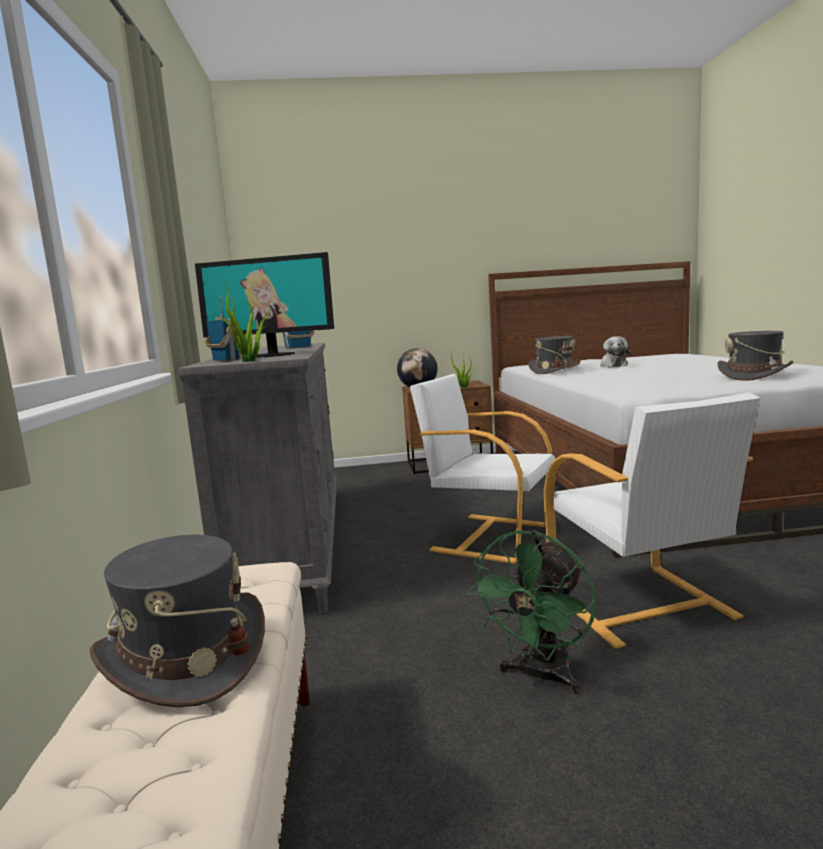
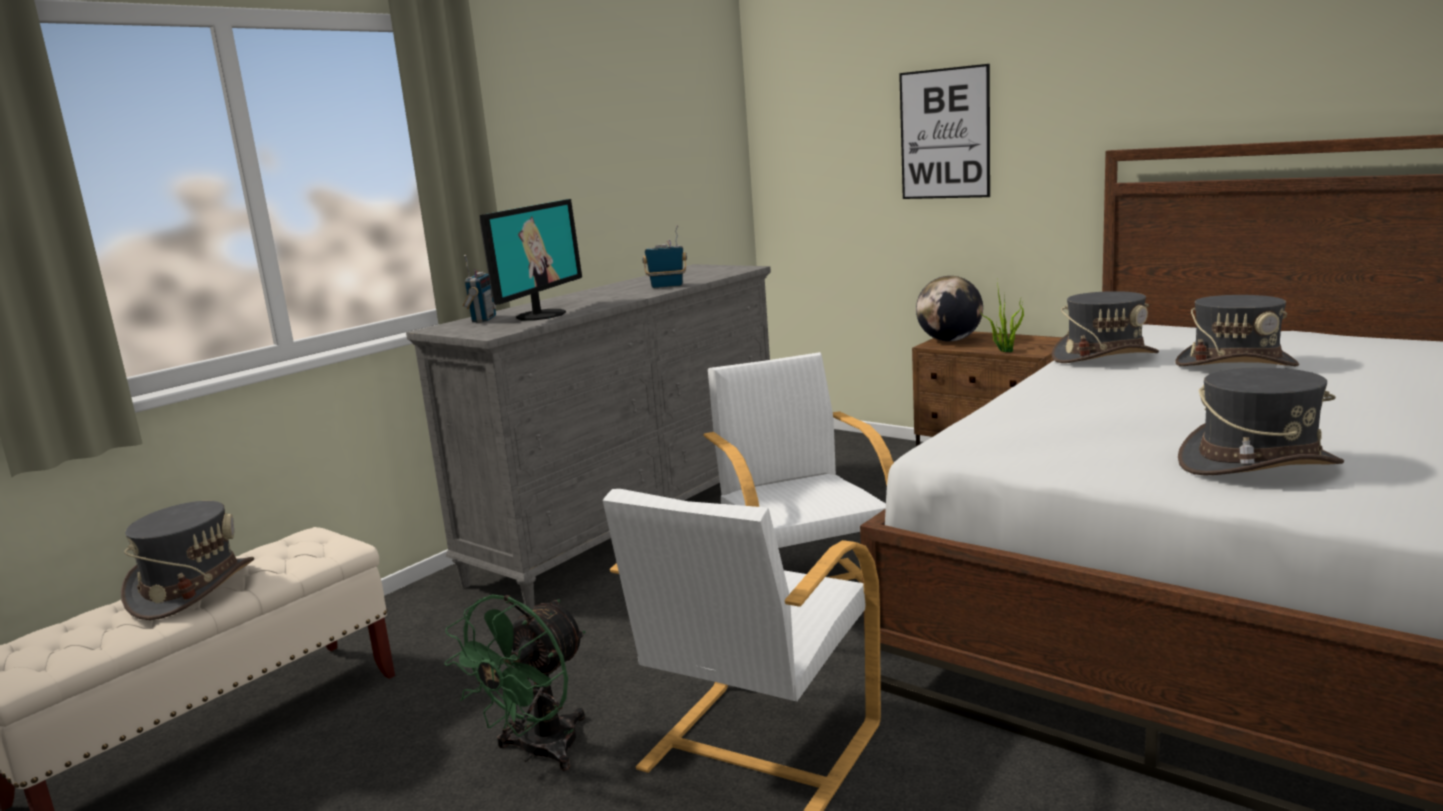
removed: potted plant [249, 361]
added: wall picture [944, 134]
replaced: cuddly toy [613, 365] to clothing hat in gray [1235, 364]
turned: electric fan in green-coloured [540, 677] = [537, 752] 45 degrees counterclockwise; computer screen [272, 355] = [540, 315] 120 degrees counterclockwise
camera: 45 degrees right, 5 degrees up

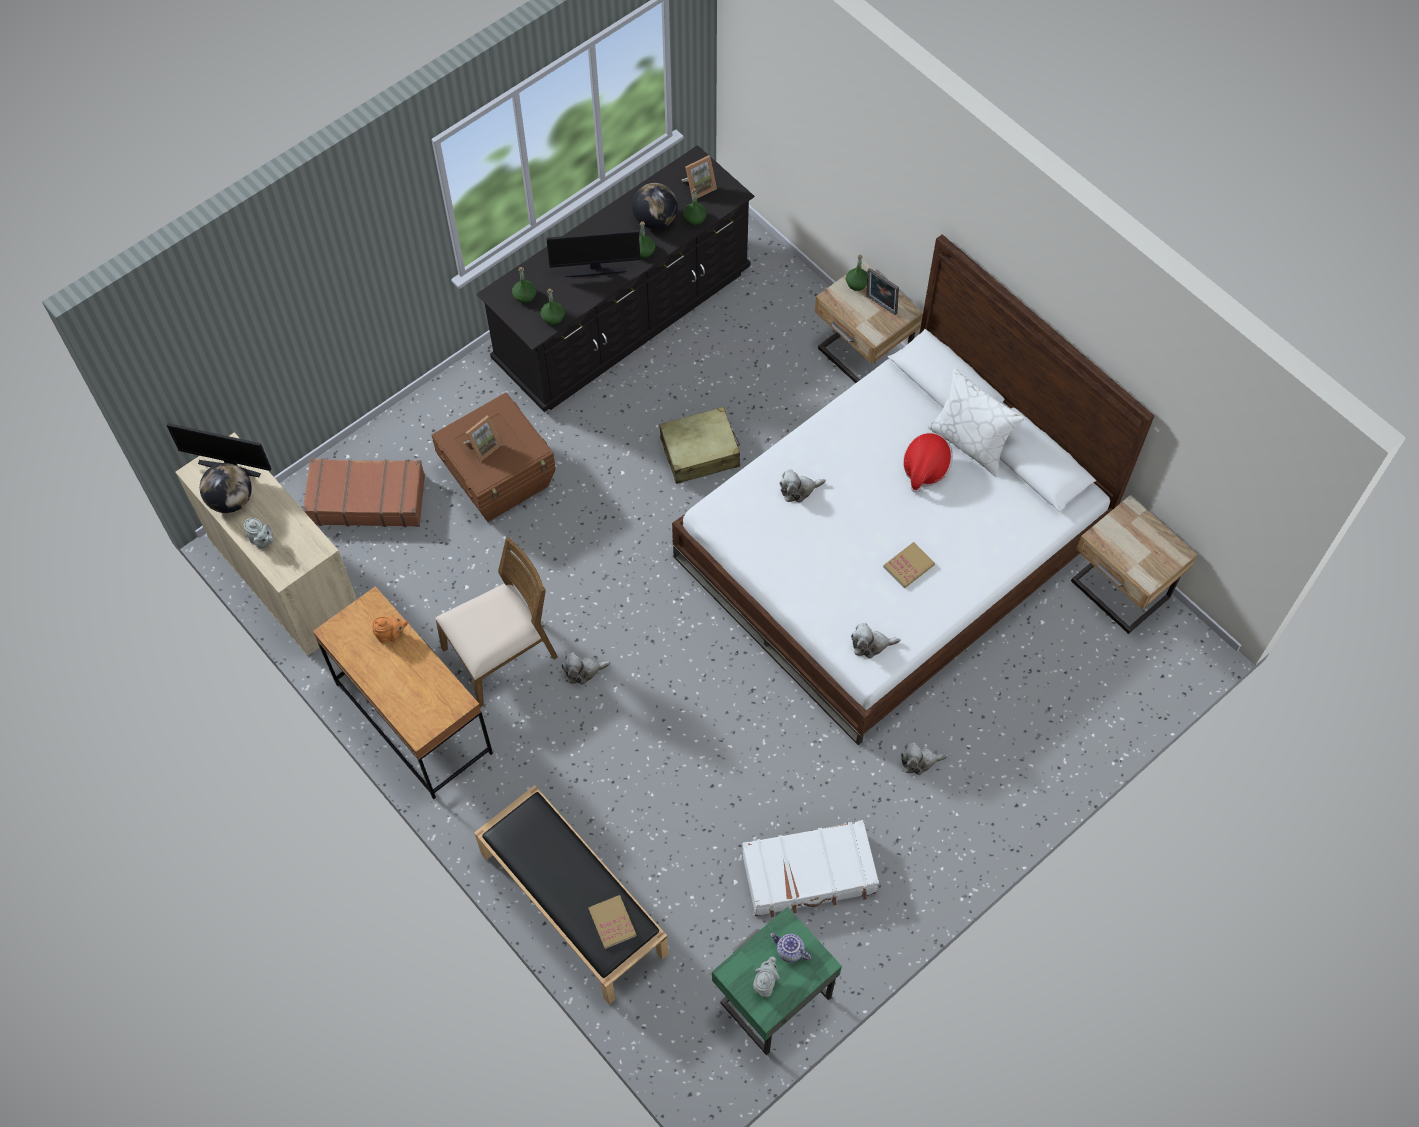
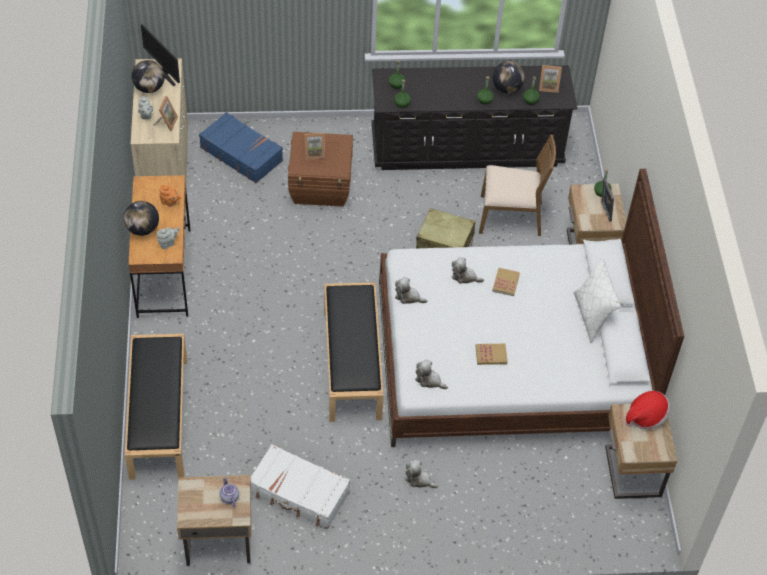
removed: computer screen [595, 271]
added: desk globe [142, 229]; photo frame [166, 122]; bench in black-coloured [352, 364]
moved: pot for tea in gray [765, 983] to [168, 243]; cuddly toy [583, 671] to [408, 297]; chair in brown [501, 654] to [511, 216]; bound book [612, 922] to [506, 283]; clothing hat [925, 468] to [646, 417]
recoloured: bedside table in green-coloured [772, 998] to bedside table in beige-coloured [218, 540]; piece of luggage in brown [366, 499] to piece of luggage in bluish [241, 154]
camera: 35 degrees right, 10 degrees down

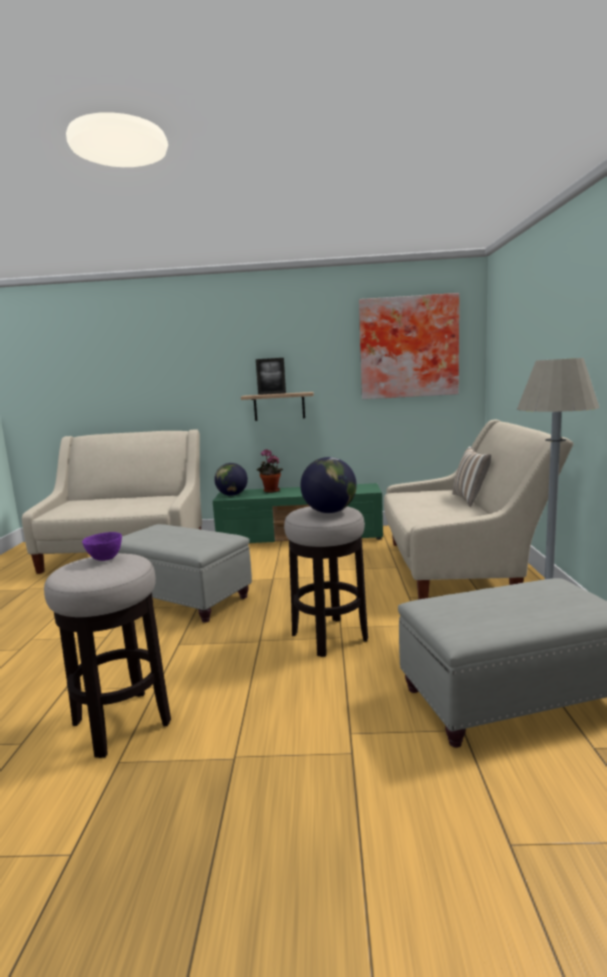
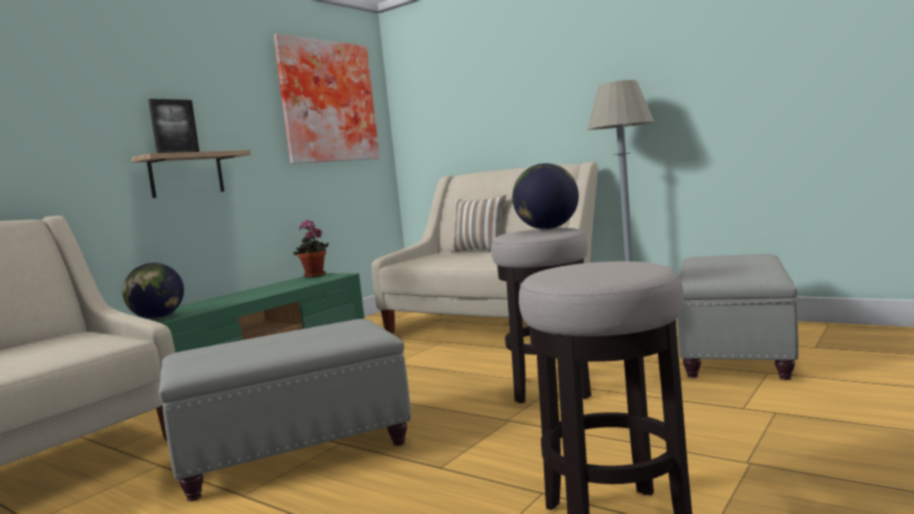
removed: deep dish in purple [106, 559]
moved: potted plant [270, 491] to [314, 276]
camera: 55 degrees left, 5 degrees down

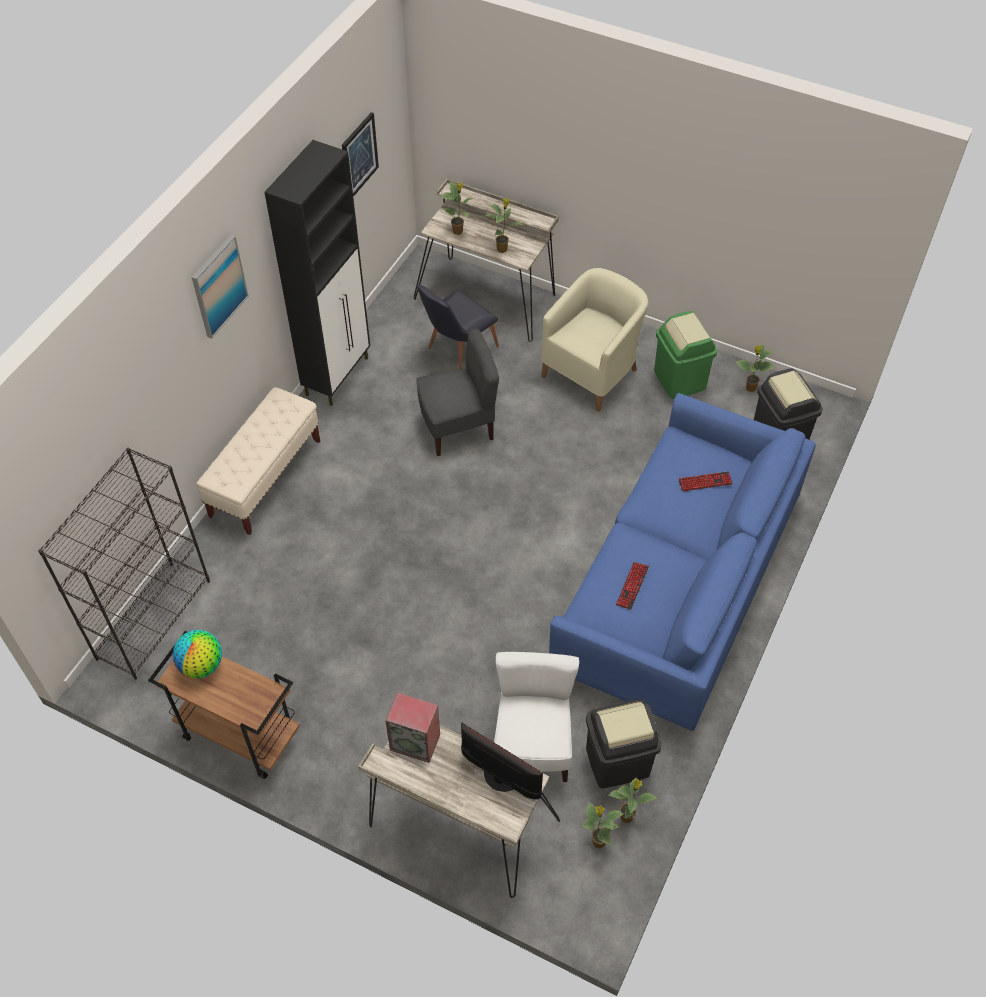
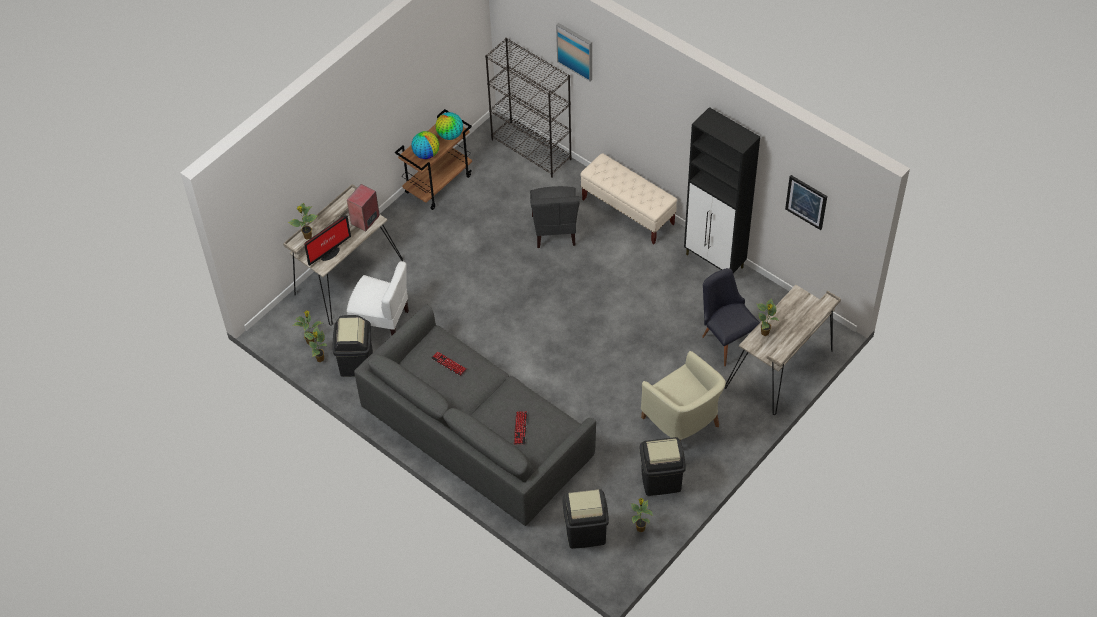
added: desk globe [426, 154]
moved: potted plant [458, 231] to [307, 236]; chair in gray [457, 427] to [555, 230]; wall picture [219, 286] to [575, 51]
recoloured: sofa in bluish [679, 578] to sofa in gray [476, 430]; trash can in green-coloured [680, 379] to trash can in black-coloured [661, 480]
camera: 105 degrees right, 0 degrees up

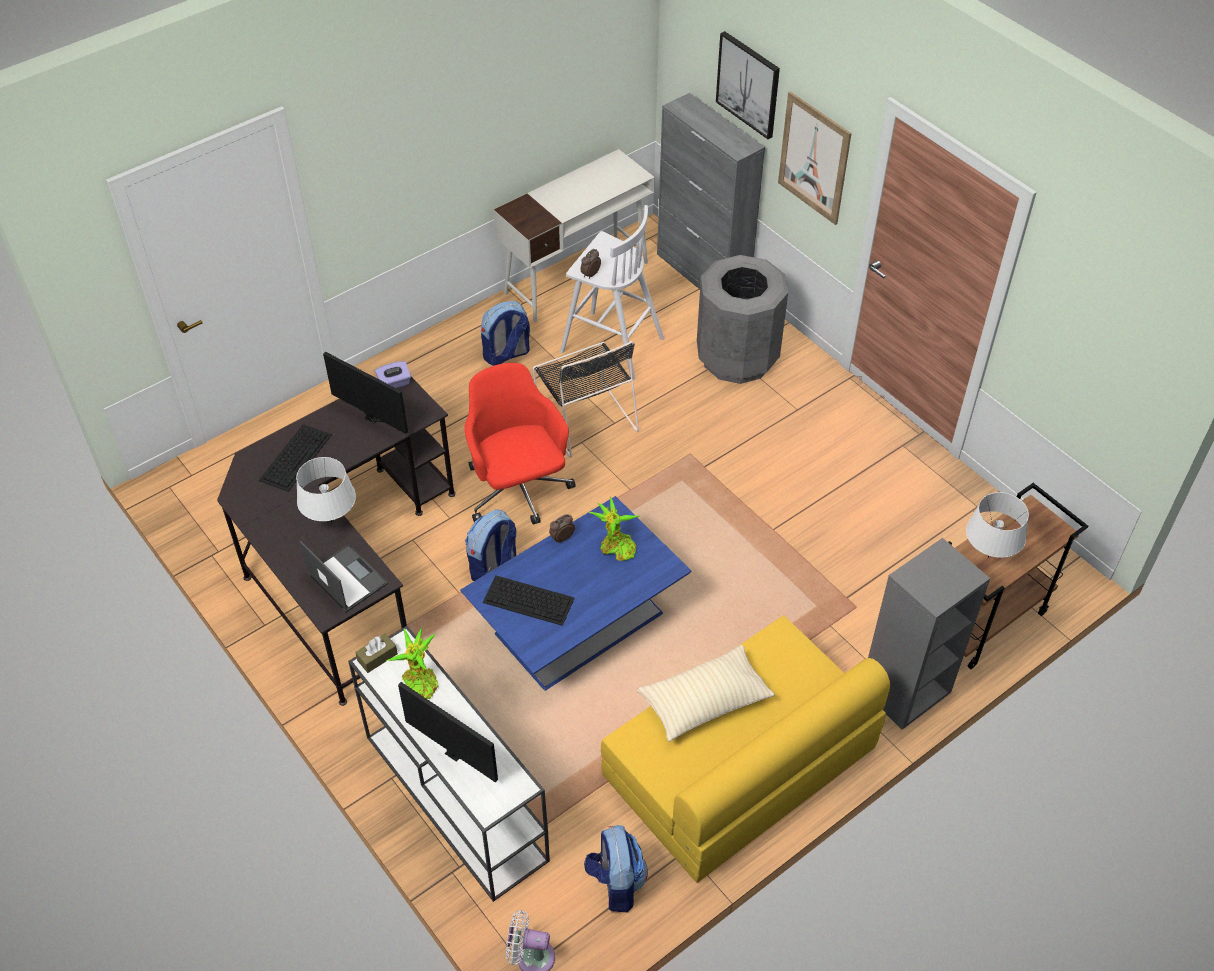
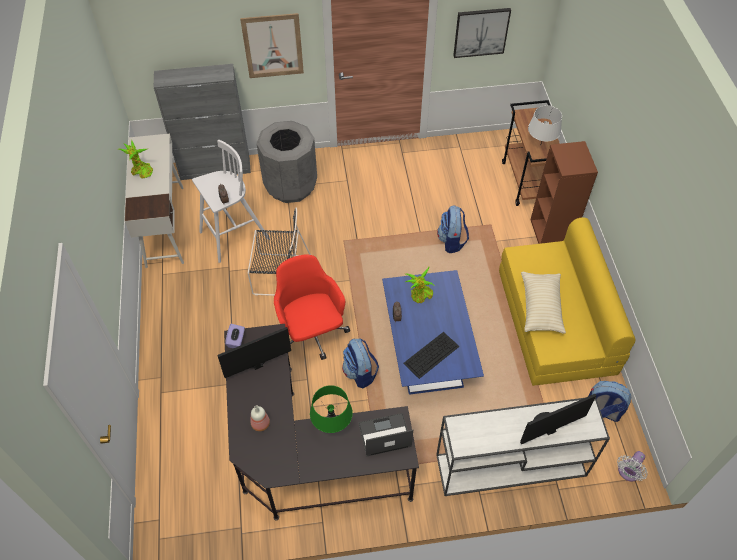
removed: box of tissues in brown [377, 657]
moved: potted plant [419, 683] to [141, 171]; knapsack [506, 355] to [451, 241]; wall picture [748, 84] to [481, 32]
replaced: keyboard [295, 456] to beverage bottle [260, 423]
recoloured: lamp for a table in white-coloured [332, 522] to lamp for a table in green-coloured [332, 424]; bookshelf in gray [905, 692] to bookshelf in brown [551, 233]
turned: computer chair in red-coloured [518, 491] = [311, 334] 60 degrees clockwise
camera: 60 degrees left, 5 degrees up

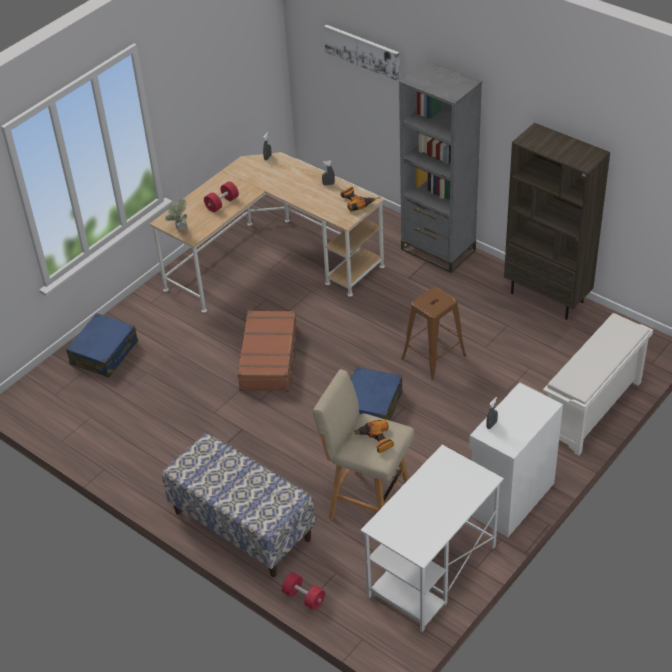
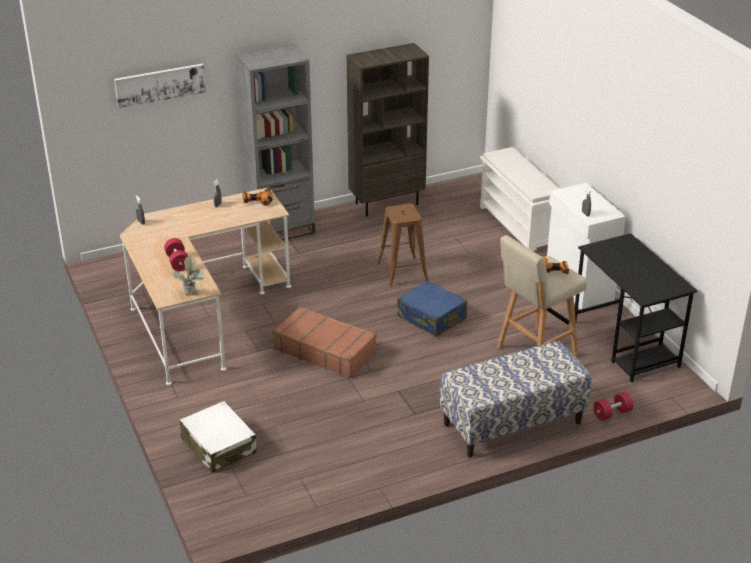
recoloured: piece of luggage in bluish [104, 353] to piece of luggage in white-coloured [218, 446]; desk unit in white-coloured [431, 572] to desk unit in black-coloured [626, 345]
camera: 65 degrees left, 10 degrees down

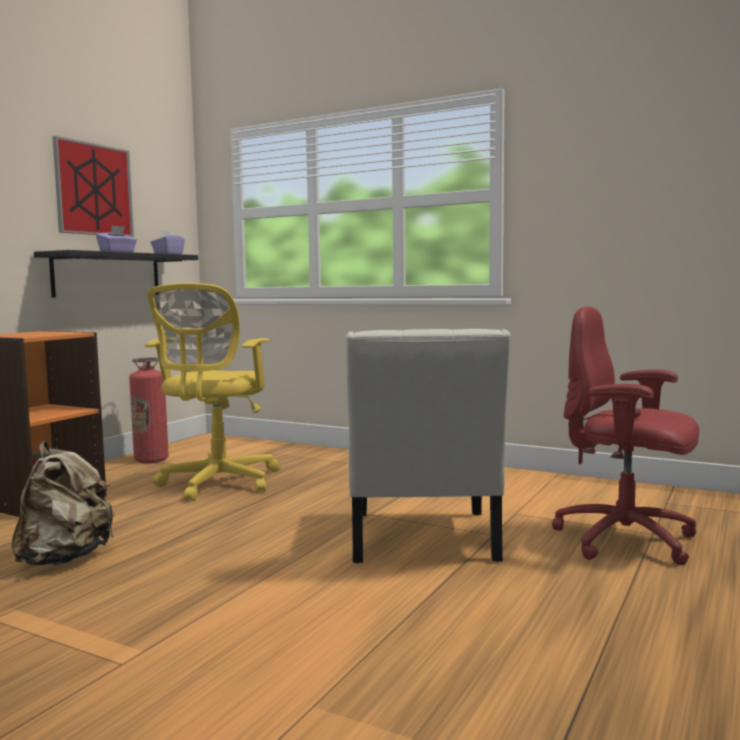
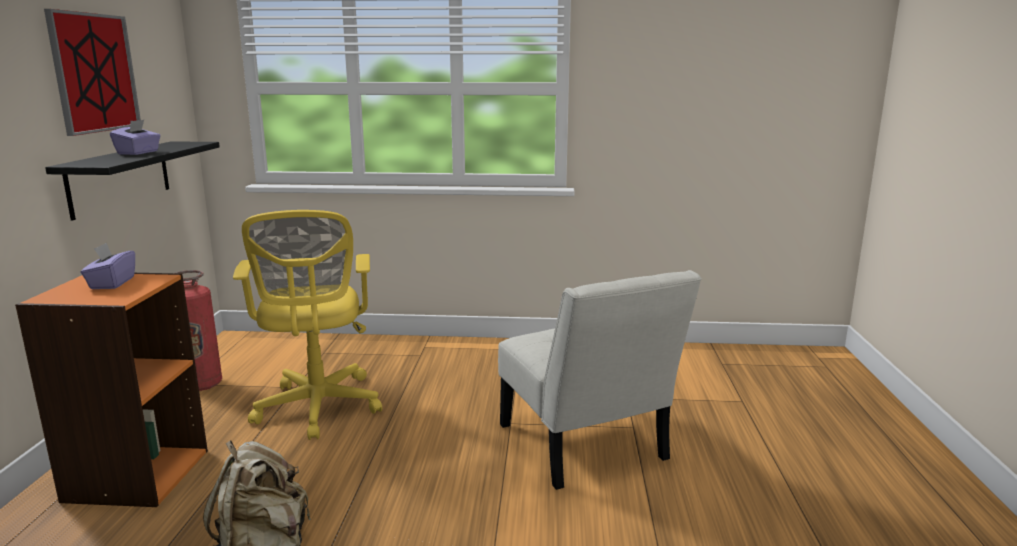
removed: computer chair in red-coloured [627, 541]
moved: box of tissues in purple [168, 254] to [112, 283]
camera: 25 degrees left, 10 degrees up

